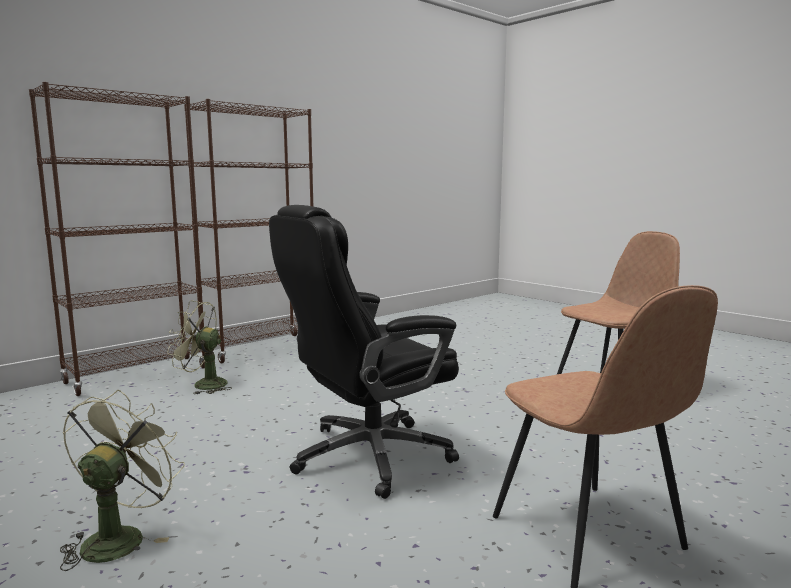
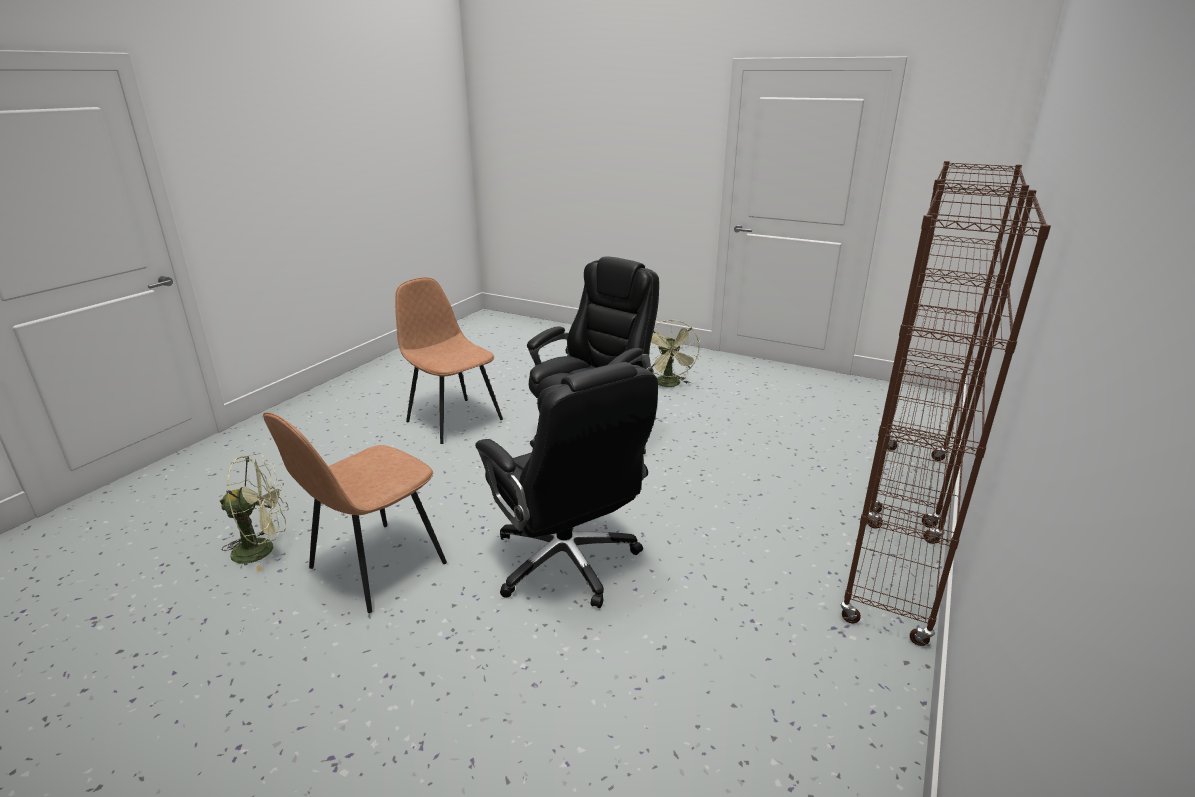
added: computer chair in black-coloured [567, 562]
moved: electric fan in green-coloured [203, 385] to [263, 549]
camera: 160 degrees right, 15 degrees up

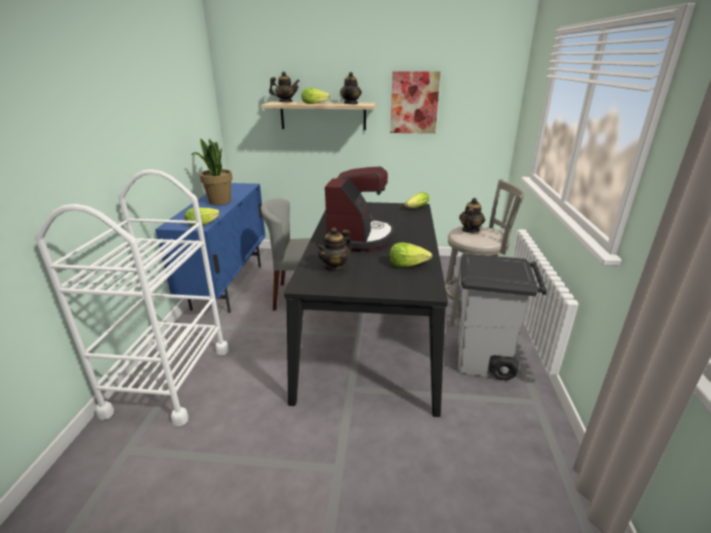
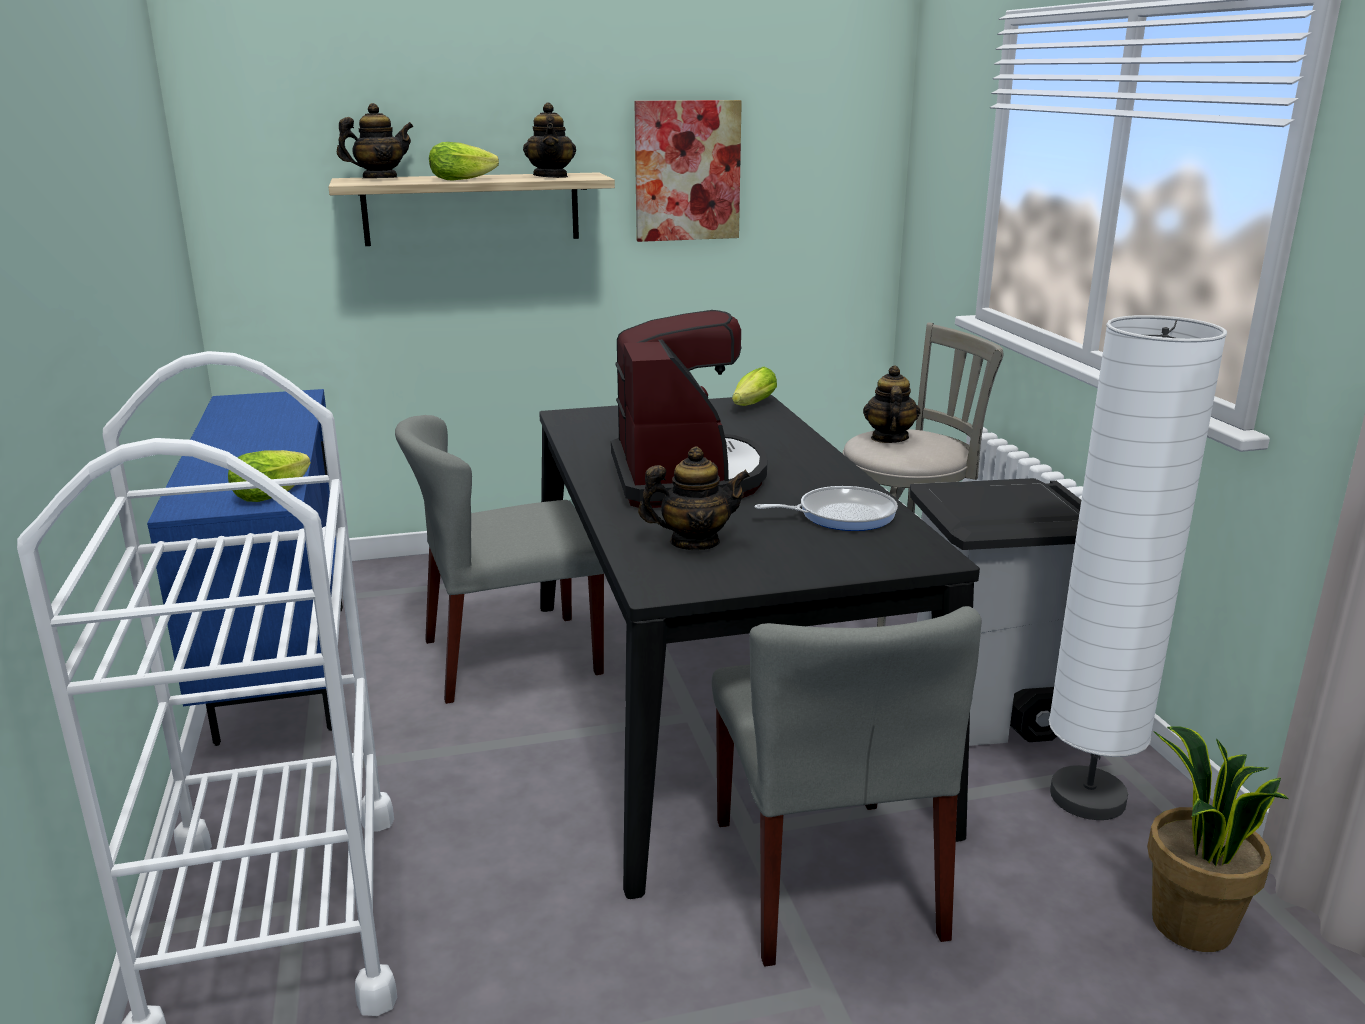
added: chair in gray [826, 878]; floor lamp in white-coloured [1087, 798]
moved: potted plant [219, 201] to [1190, 925]
replaced: lettuce head [407, 264] to pan [841, 515]
turned: pot for tea [335, 267] = [694, 542] 120 degrees counterclockwise
camera: 20 degrees left, 5 degrees down

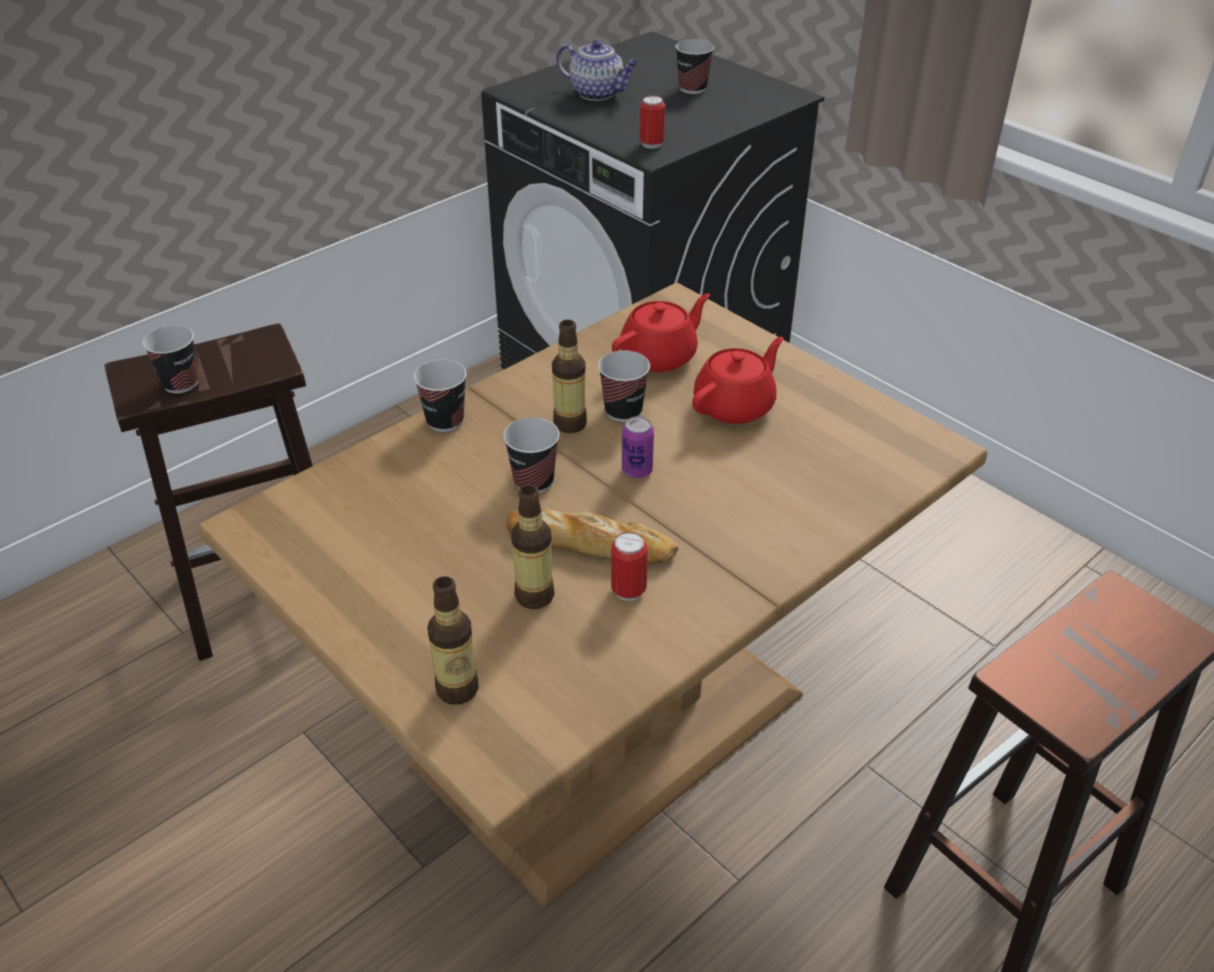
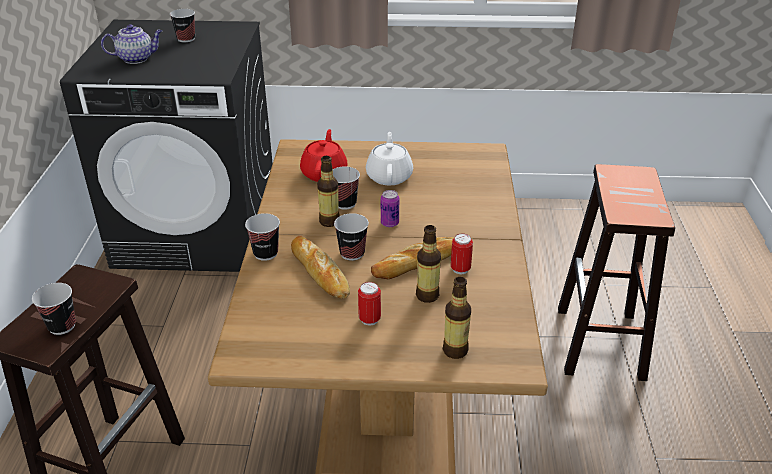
added: bakery bread [319, 272]
moved: metal can [651, 144] to [369, 319]
recoloured: pot for tea in red-coloured [735, 406] to pot for tea in white-coloured [389, 176]
camera: 45 degrees left, 5 degrees down

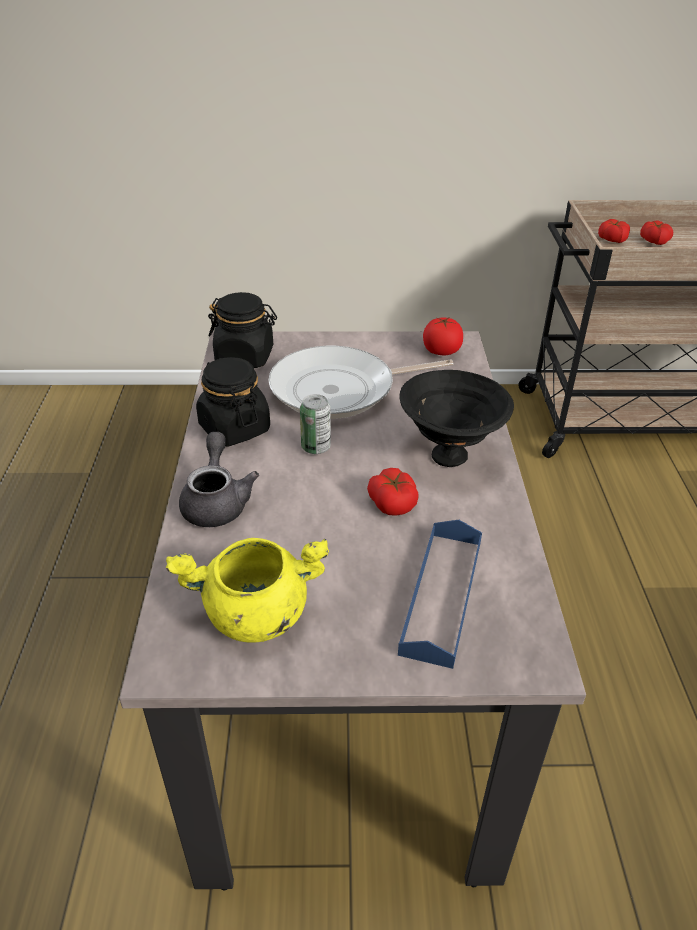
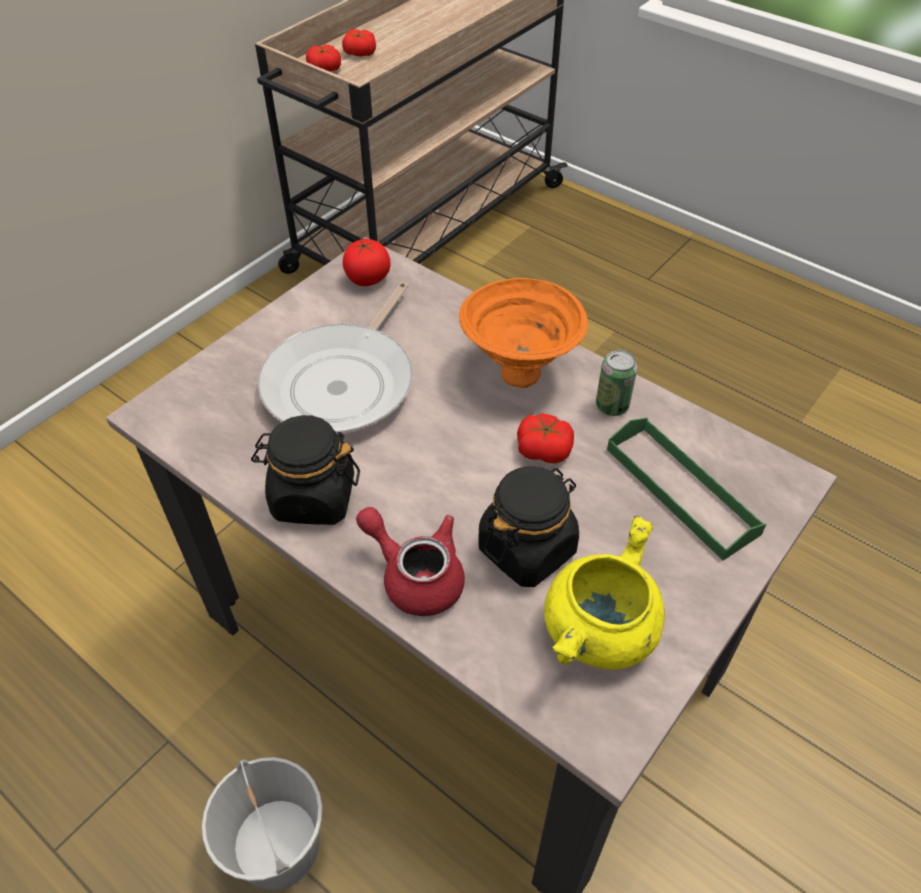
added: water bucket in white-coloured [276, 845]
moved: jar in black-coloured [245, 357] to [527, 549]; metal can [316, 447] to [612, 406]
recoloured: pot for tea in gray [217, 501] to pot for tea in red-coloured [415, 575]; deep dish in black-coloured [448, 454] to deep dish in orangey [517, 372]; carrying tray in bluish [442, 595] to carrying tray in green-coloured [681, 490]
camera: 50 degrees left, 10 degrees up

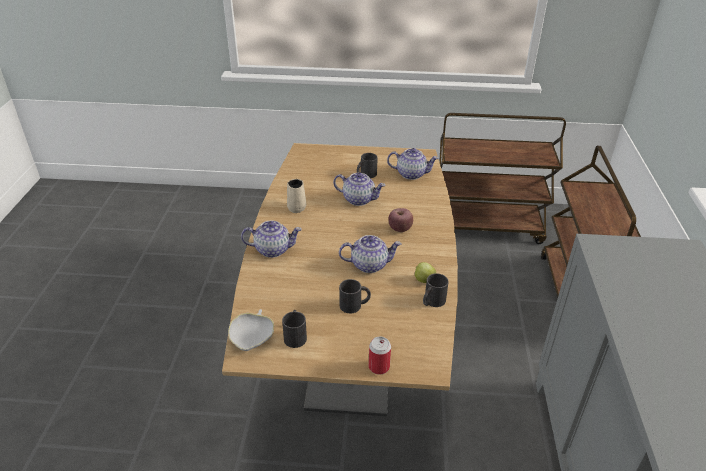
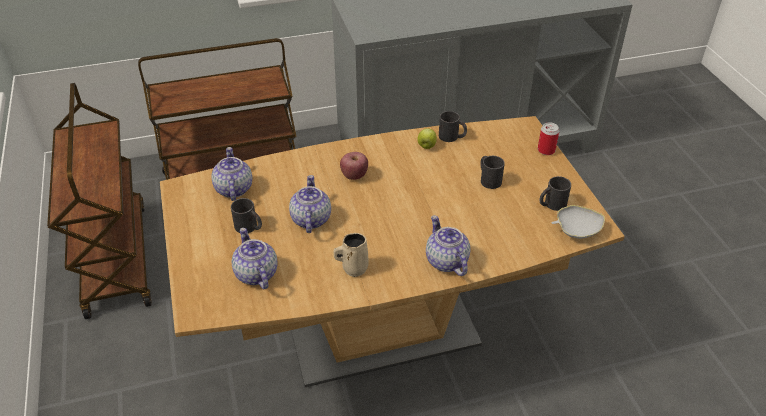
moved: pot for tea [369, 264] to [255, 274]
camera: 110 degrees left, 5 degrees up

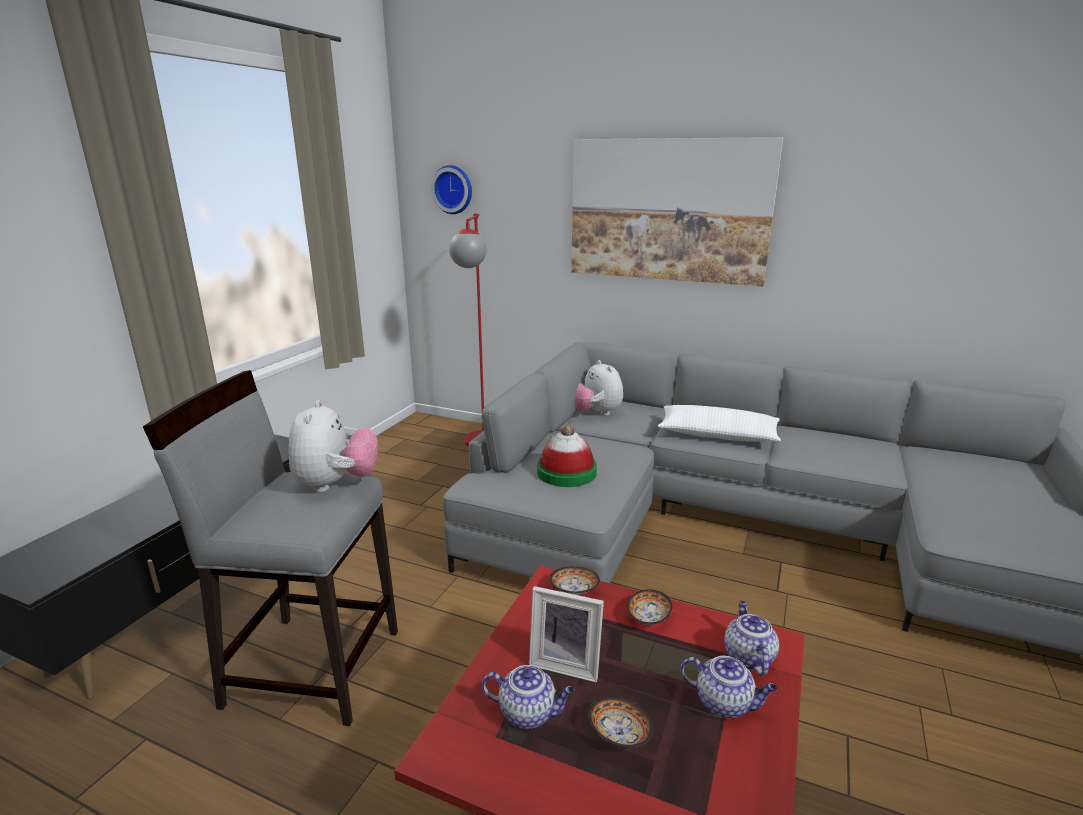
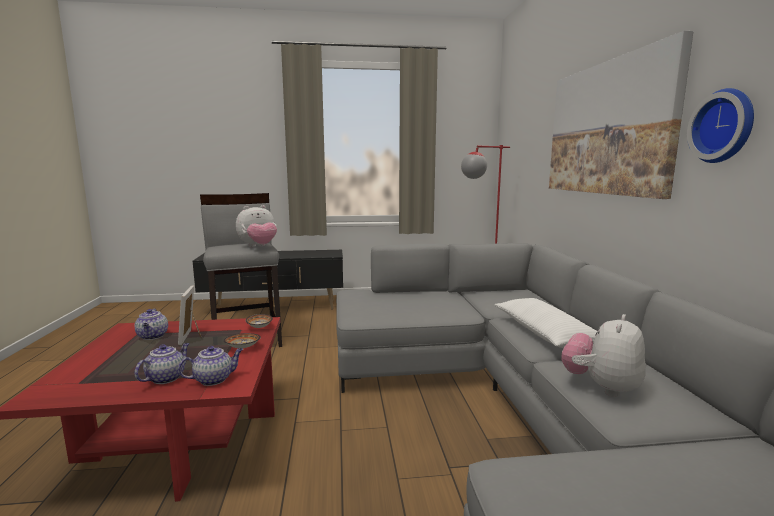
removed: clothing hat [566, 472]; deep dish [618, 733]
moved: cuddly toy [595, 413] to [601, 387]; clock on the wall [453, 189] to [725, 126]
turned: pot for tea [725, 703] = [166, 378] 150 degrees counterclockwise
camera: 60 degrees right, 10 degrees down

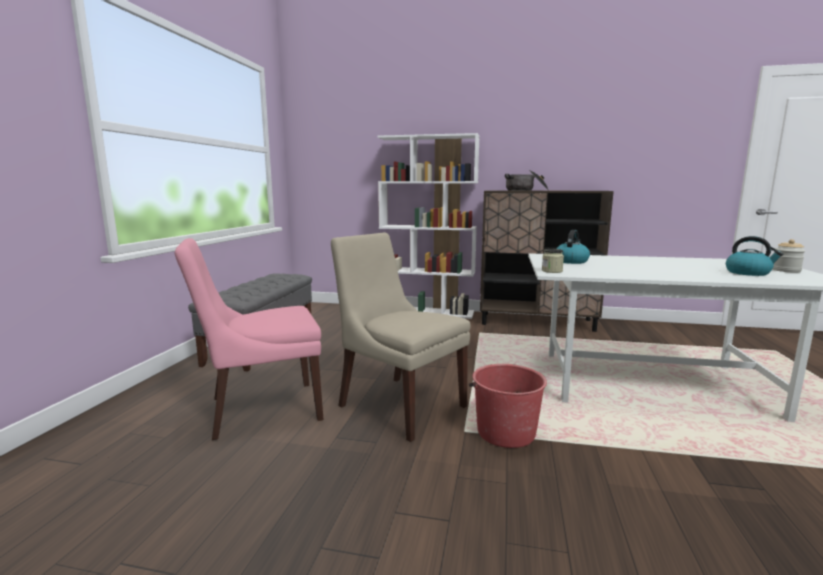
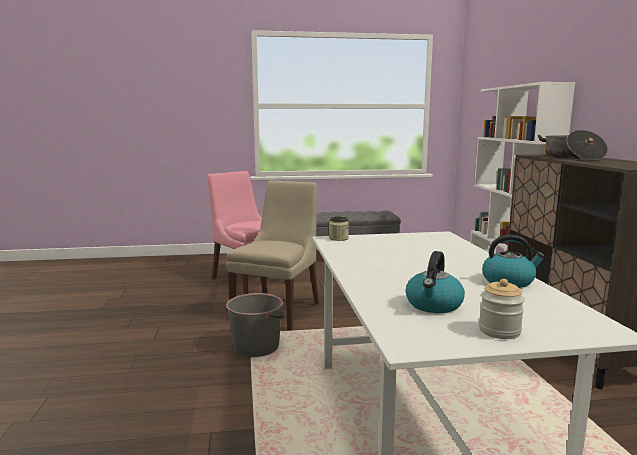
moved: tea kettle [571, 261] to [509, 281]
recoloured: water bucket in red-coloured [505, 432] to water bucket in gray [257, 347]
camera: 70 degrees right, 0 degrees up

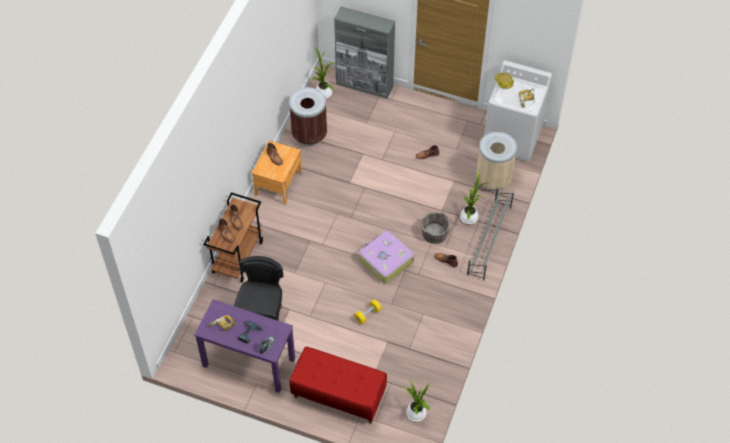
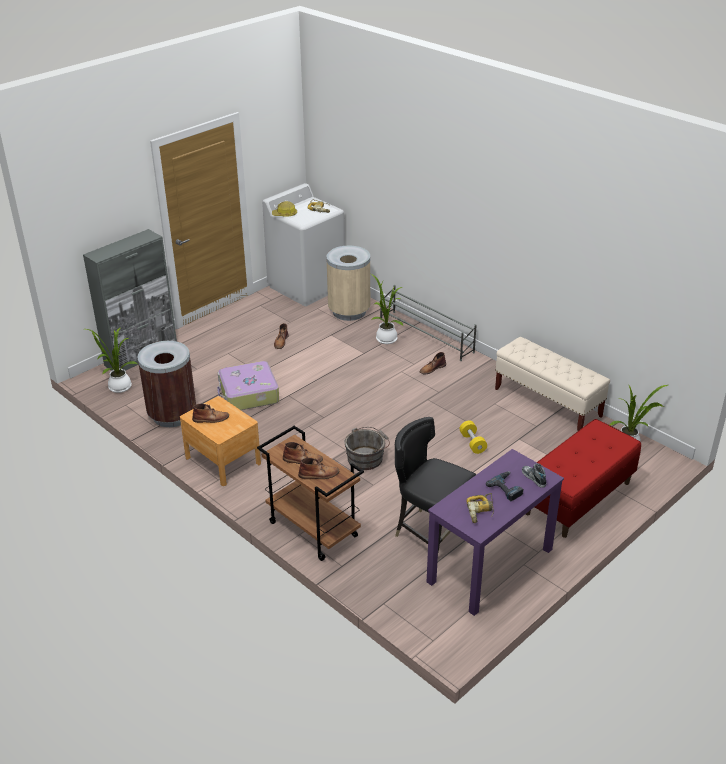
added: bench in beige-coloured [547, 403]
moved: piece of luggage [385, 261] to [248, 394]; water bucket in gray [436, 234] to [367, 458]
camera: 65 degrees left, 20 degrees down

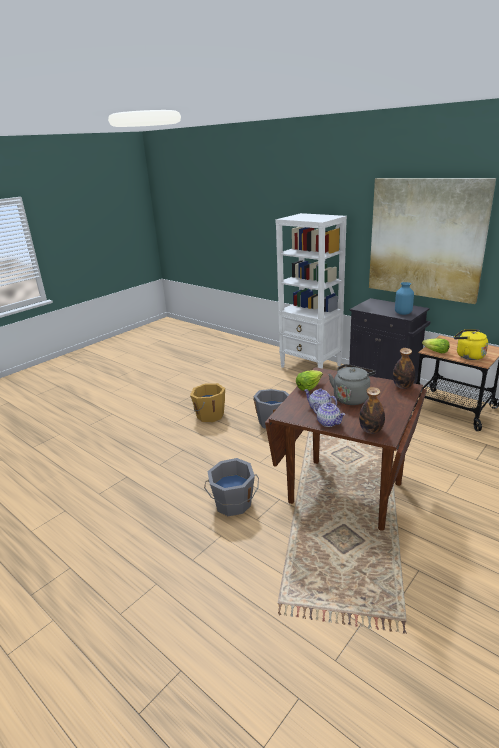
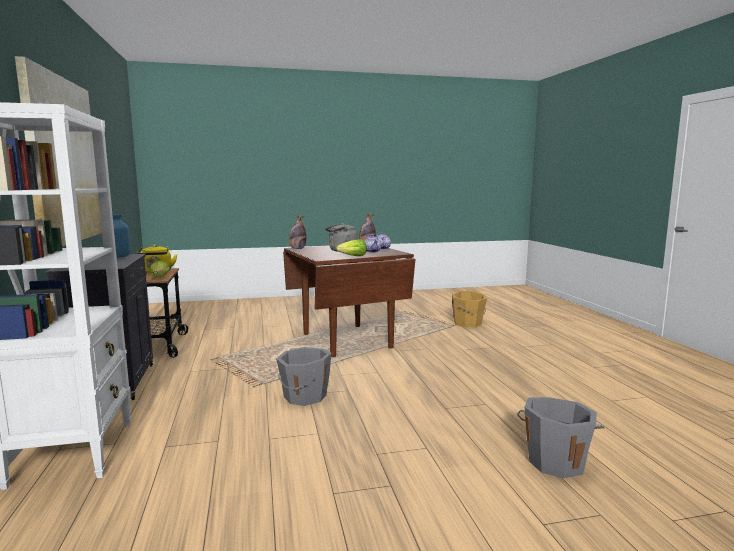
moved: water bucket in orangey [209, 415] to [468, 323]; water bucket in gray [233, 504] to [556, 461]
camera: 145 degrees left, 15 degrees down

